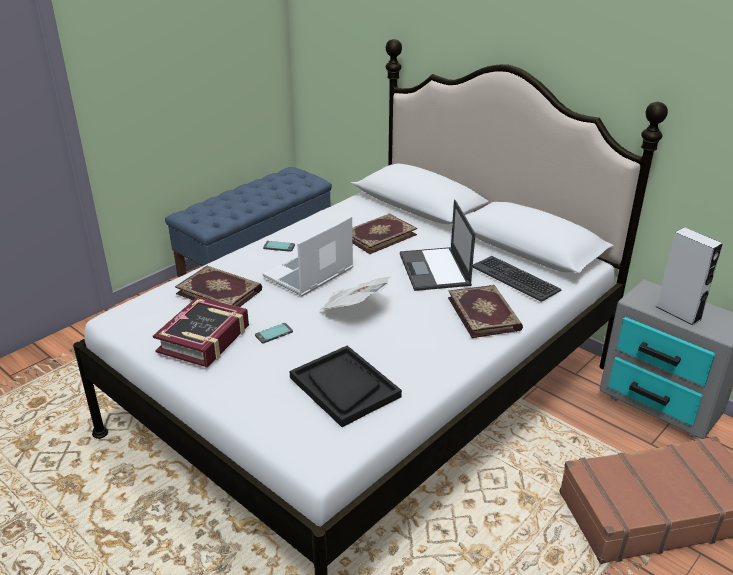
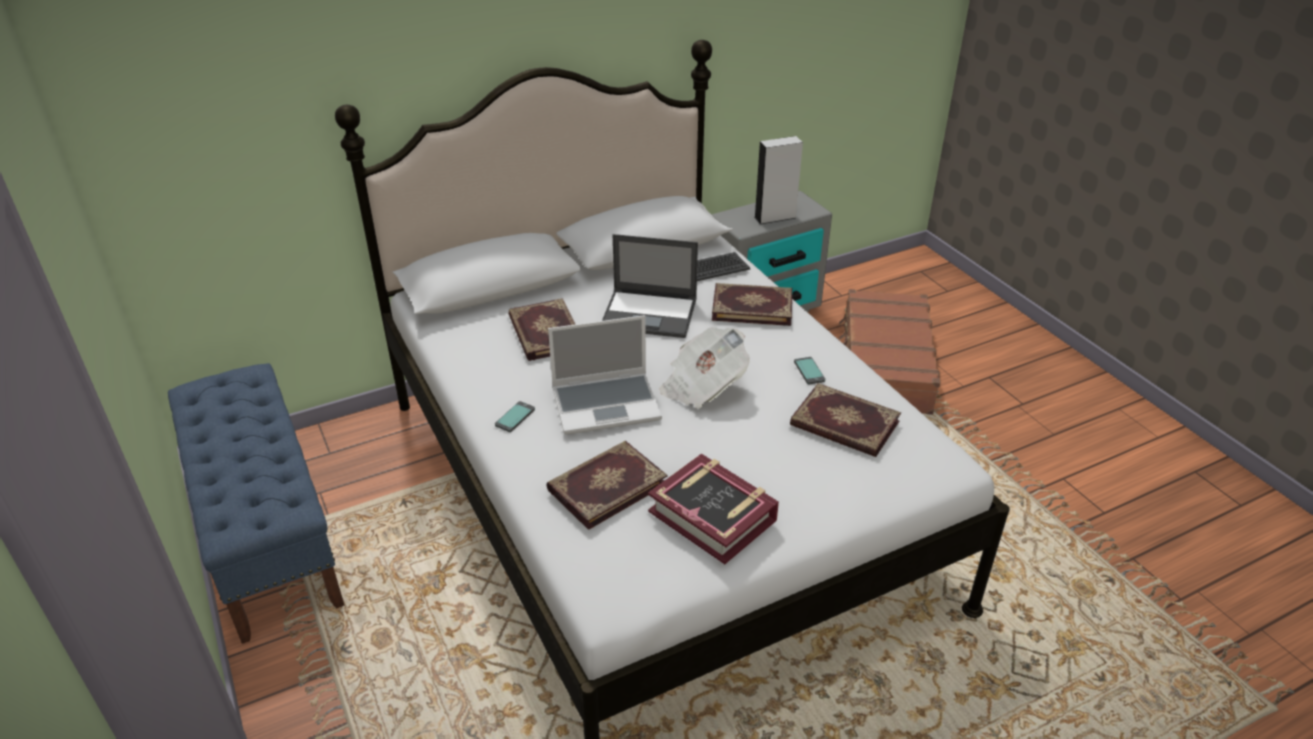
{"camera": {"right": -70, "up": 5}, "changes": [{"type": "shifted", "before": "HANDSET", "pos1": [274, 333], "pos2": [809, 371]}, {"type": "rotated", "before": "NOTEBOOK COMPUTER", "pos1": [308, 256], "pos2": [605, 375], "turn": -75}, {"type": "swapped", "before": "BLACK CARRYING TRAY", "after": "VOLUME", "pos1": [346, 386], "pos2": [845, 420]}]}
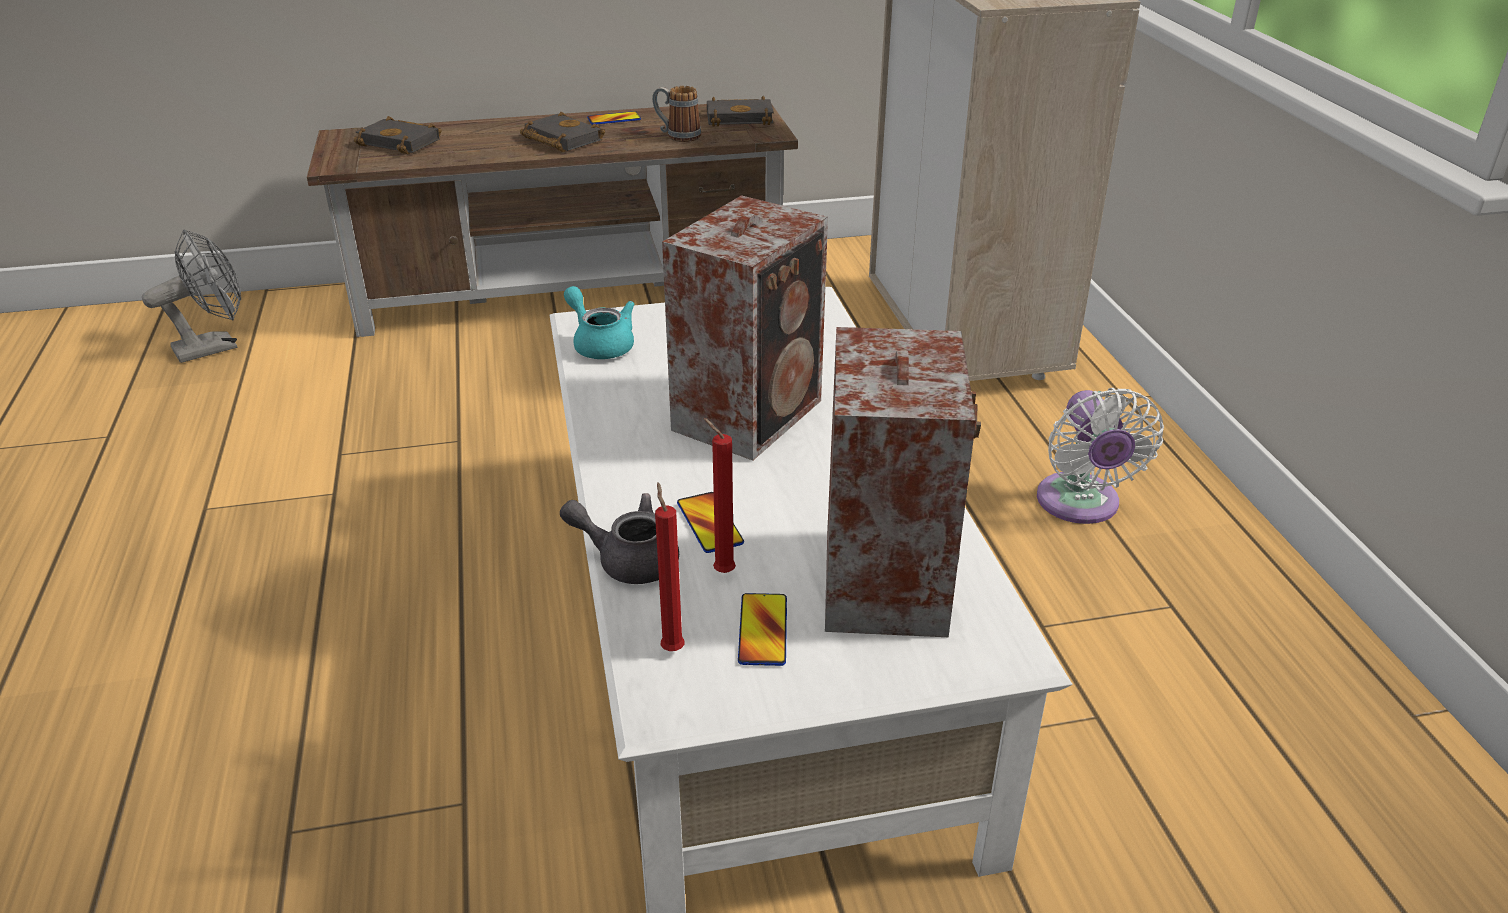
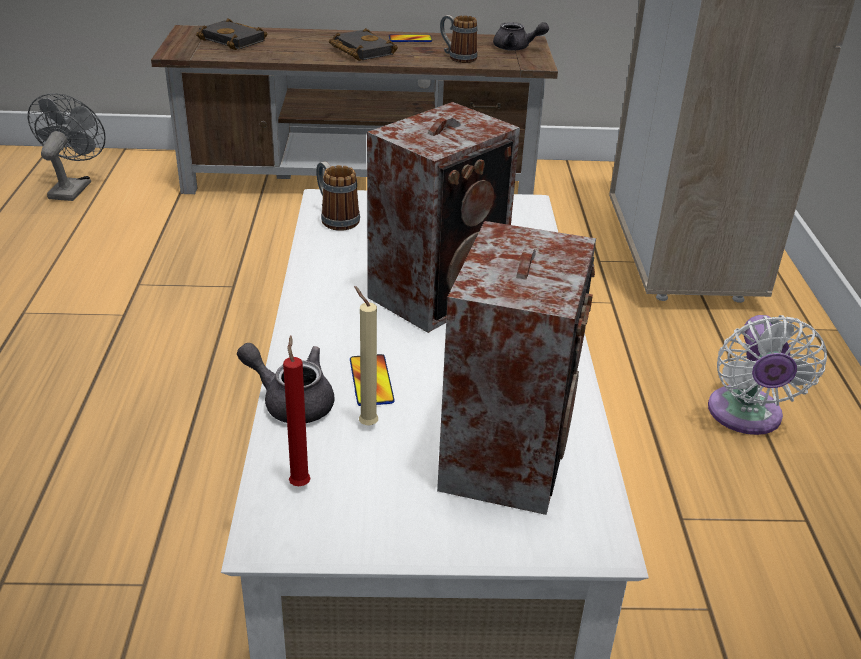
{"camera": {"right": 10, "up": 0}, "changes": [{"type": "rotated", "before": "GREYISH FAN", "pos1": [191, 296], "pos2": [67, 147], "turn": -60}, {"type": "swapped", "before": "TURQUOISE TEAPOT", "after": "MUG", "pos1": [599, 322], "pos2": [338, 196]}, {"type": "repainted", "before": "RED CANDLE", "after": "SAND-COLOURED CANDLE", "pos1": [719, 495], "pos2": [366, 356]}, {"type": "swapped", "before": "BLACK VOLUME", "after": "GREYISH TEAPOT", "pos1": [740, 111], "pos2": [521, 36]}, {"type": "gone", "before": "HANDSET", "pos1": [762, 629]}]}
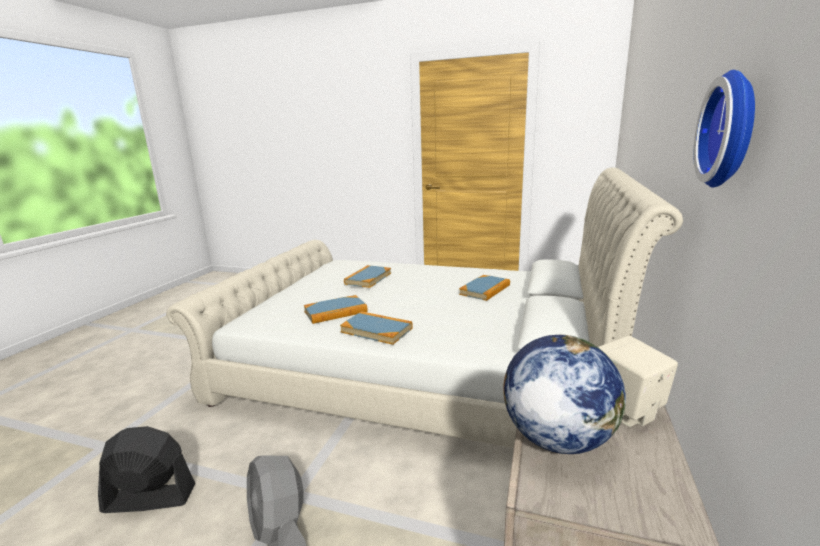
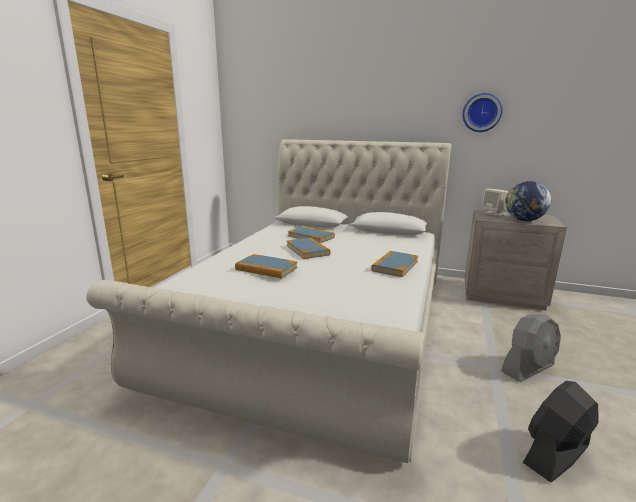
{"camera": {"right": -90, "up": 0}, "changes": [{"type": "rotated", "before": "BLACK FAN", "pos1": [146, 469], "pos2": [561, 431], "turn": 60}, {"type": "shifted", "before": "VOLUME", "pos1": [336, 309], "pos2": [309, 248]}]}
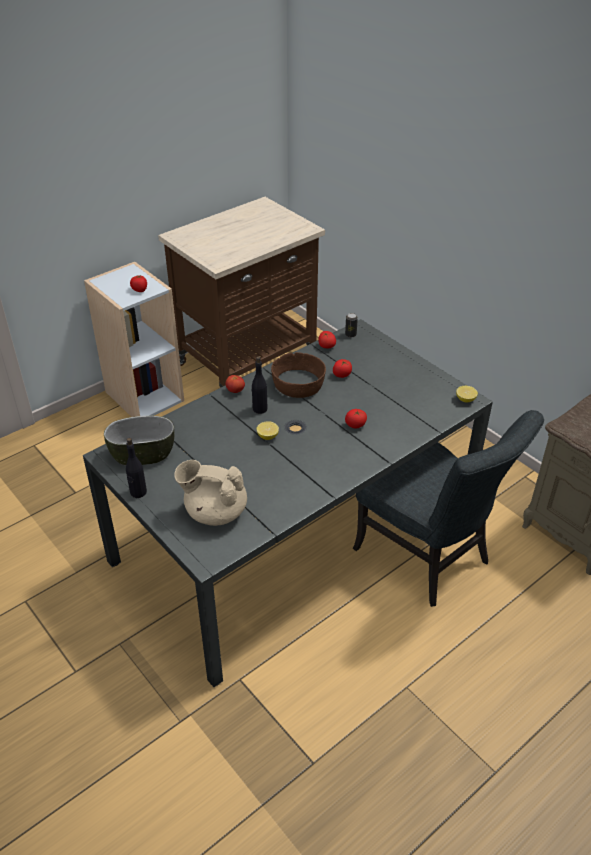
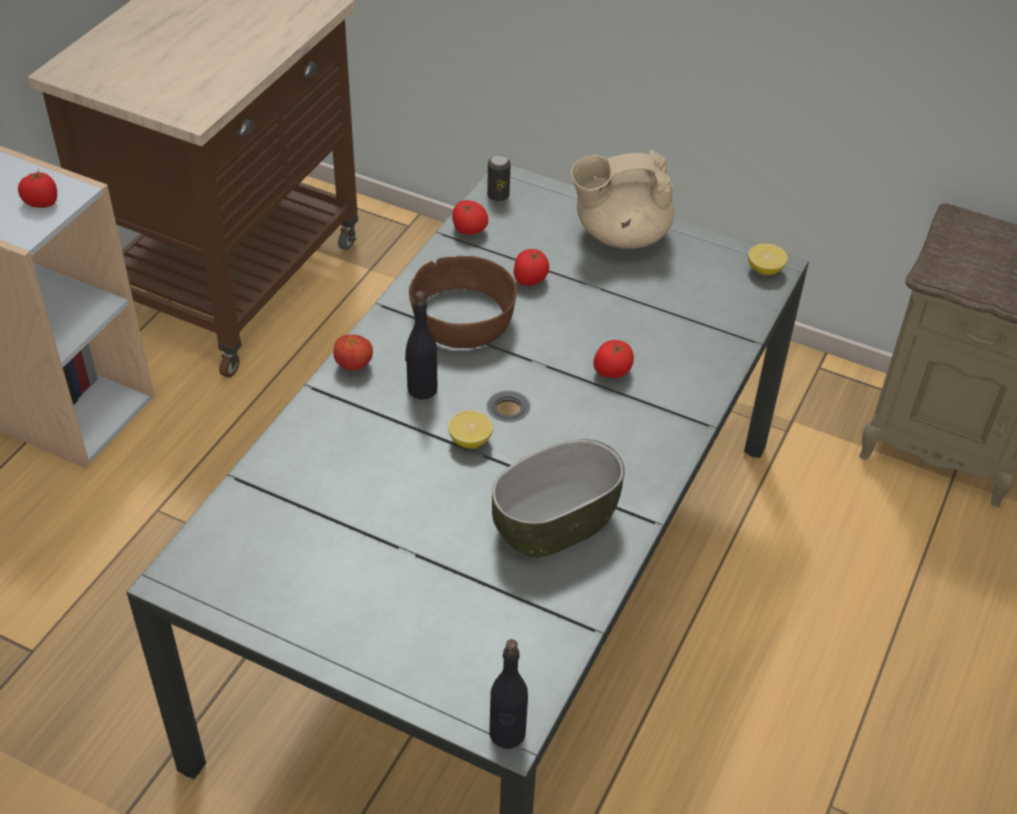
{"camera": {"right": -25, "up": 5}, "changes": [{"type": "shifted", "before": "SERVING BOWL", "pos1": [139, 440], "pos2": [558, 498]}, {"type": "shifted", "before": "BLACK DRINK BOTTLE", "pos1": [136, 468], "pos2": [508, 694]}, {"type": "shifted", "before": "SAND-COLOURED TEAPOT", "pos1": [210, 493], "pos2": [622, 199]}, {"type": "gone", "before": "GREYISH PLAIN CHAIR", "pos1": [448, 508]}]}
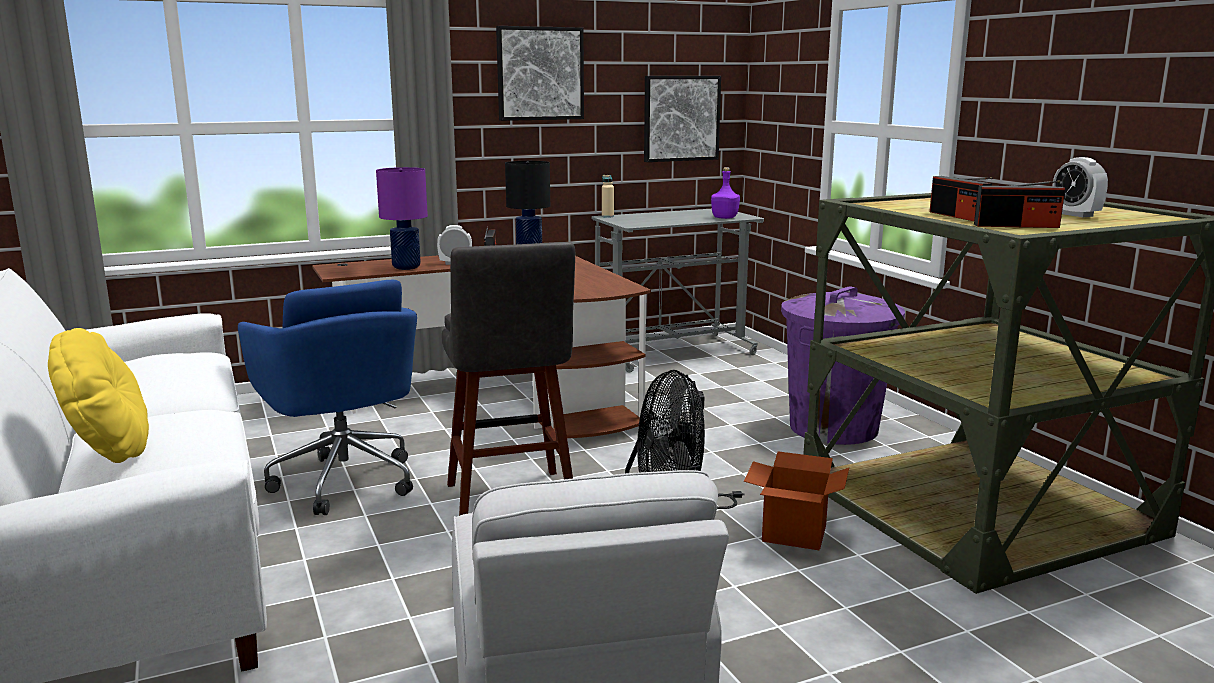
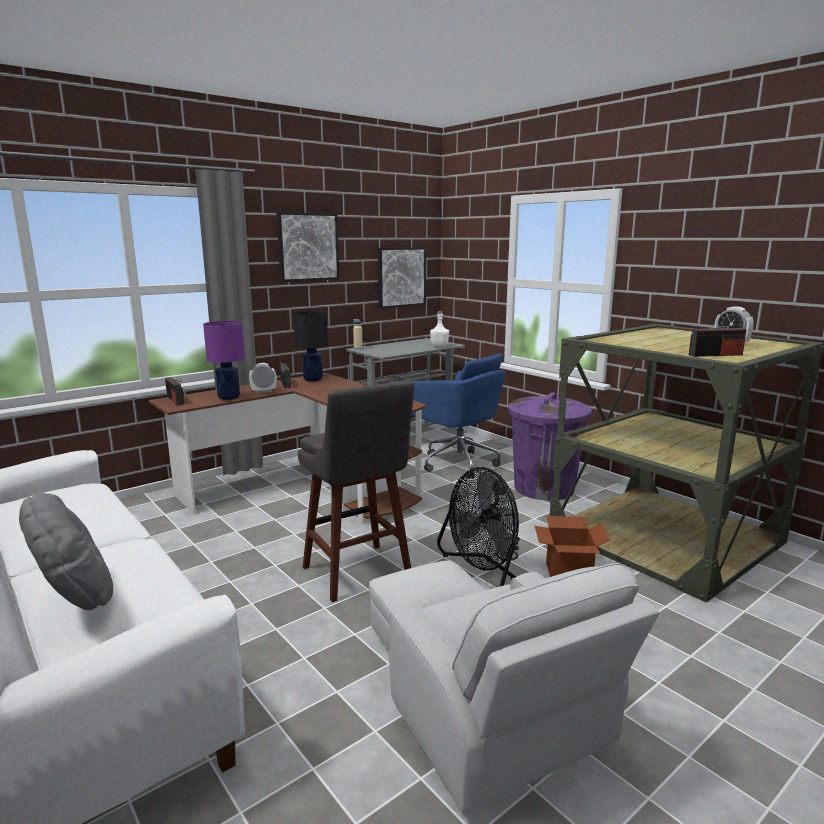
{"camera": {"right": -15, "up": 0}, "changes": [{"type": "repainted", "before": "YELLOW-COLOURED CUSHION", "after": "GREYISH CUSHION", "pos1": [98, 395], "pos2": [66, 551]}, {"type": "shifted", "before": "BLUE-COLOURED OFFICE CHAIR", "pos1": [327, 397], "pos2": [459, 416]}, {"type": "repainted", "before": "PURPLISH DRINK BOTTLE", "after": "WHITE DRINK BOTTLE", "pos1": [725, 193], "pos2": [439, 329]}, {"type": "shifted", "before": "RADIO RECEIVER", "pos1": [962, 198], "pos2": [174, 391]}]}
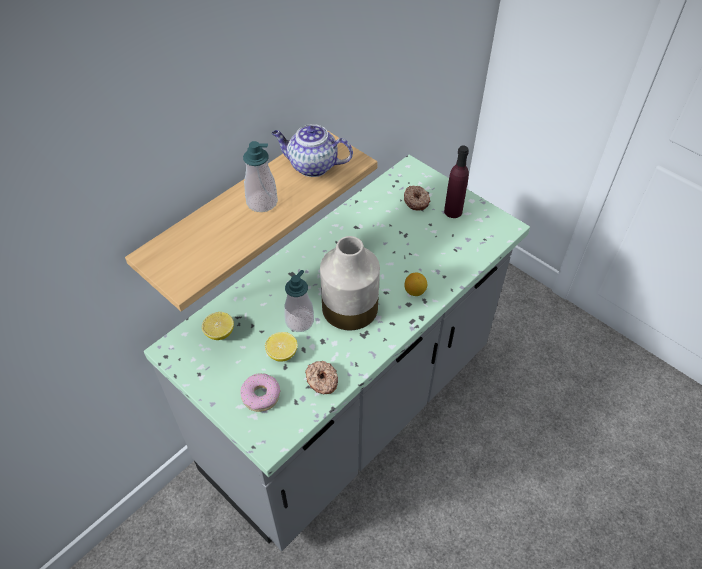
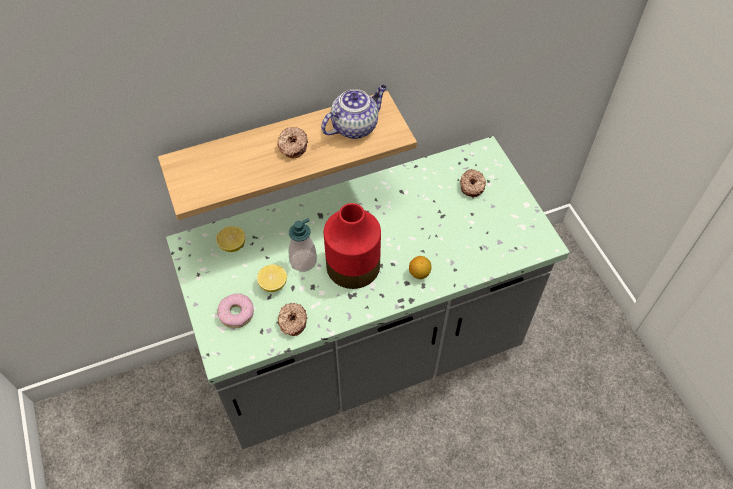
{"camera": {"right": 25, "up": 5}, "changes": [{"type": "swapped", "before": "LIQUID SOAP BOTTLE", "after": "RING DOUGHNUT", "pos1": [260, 176], "pos2": [293, 143]}, {"type": "rotated", "before": "TEAPOT", "pos1": [312, 150], "pos2": [354, 112], "turn": 105}, {"type": "repainted", "before": "SAND-COLOURED DECORATIVE VASE", "after": "RED DECORATIVE VASE", "pos1": [350, 283], "pos2": [352, 246]}, {"type": "gone", "before": "PURPLISH DRINK BOTTLE", "pos1": [456, 182]}]}
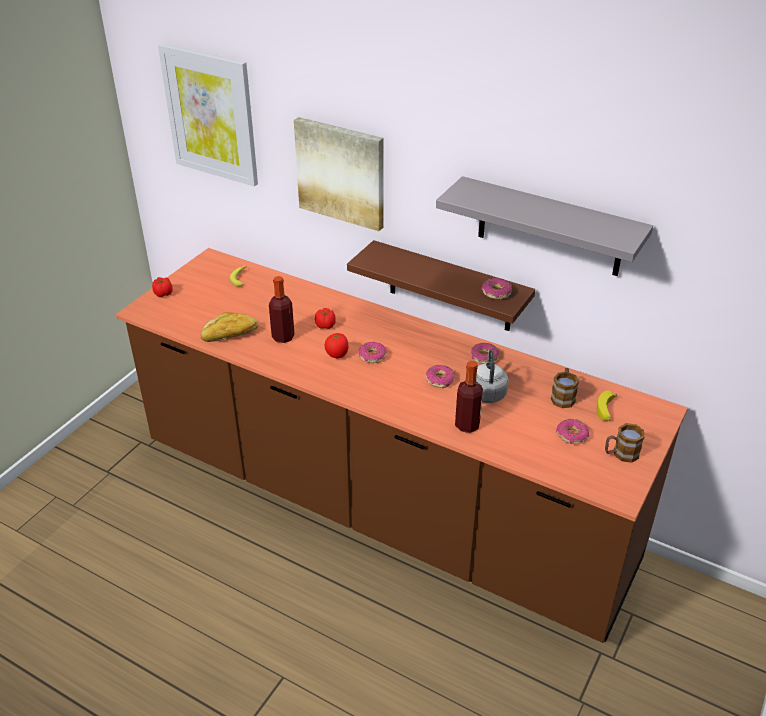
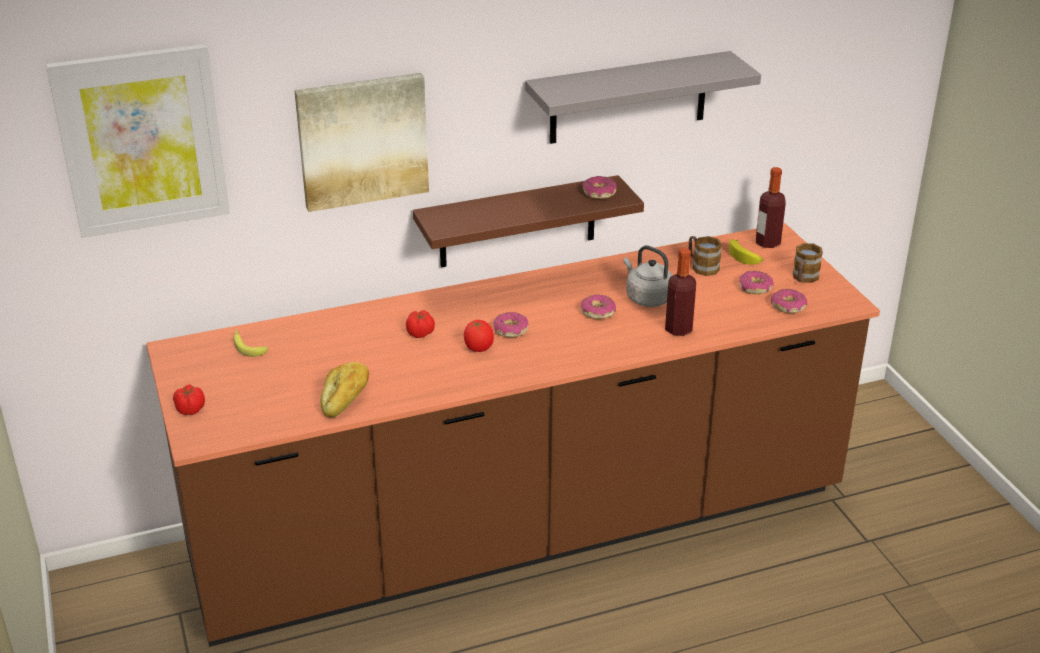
{"camera": {"right": -50, "up": -5}, "changes": [{"type": "shifted", "before": "DRINK BOTTLE", "pos1": [282, 309], "pos2": [771, 207]}, {"type": "shifted", "before": "RING DOUGHNUT", "pos1": [485, 353], "pos2": [789, 301]}]}
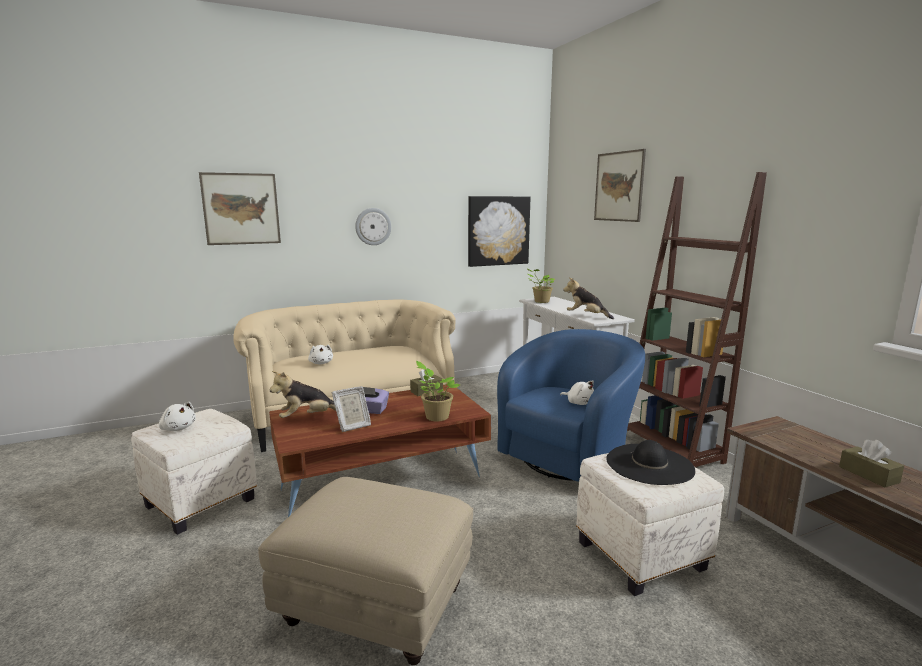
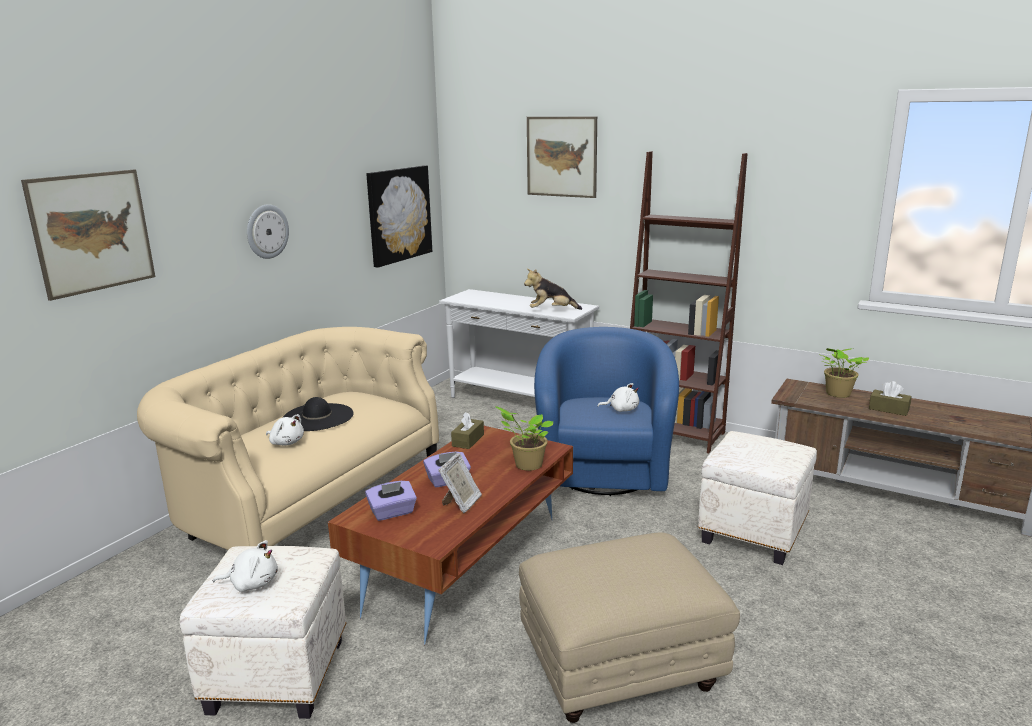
{"camera": {"right": -35, "up": 5}, "changes": [{"type": "swapped", "before": "PLUSH TOY", "after": "PURPLISH BOX OF TISSUES", "pos1": [303, 394], "pos2": [391, 501]}, {"type": "shifted", "before": "PLANT IN A POT", "pos1": [540, 285], "pos2": [845, 373]}, {"type": "shifted", "before": "BLACK WEARABLE HAT", "pos1": [650, 462], "pos2": [318, 414]}]}
